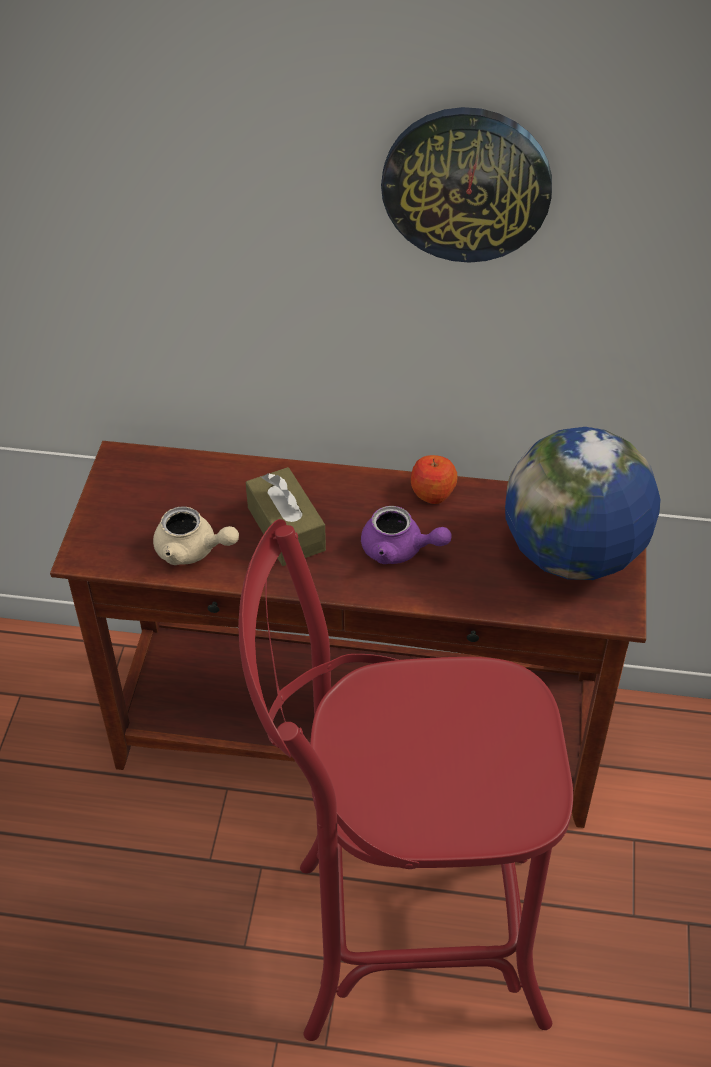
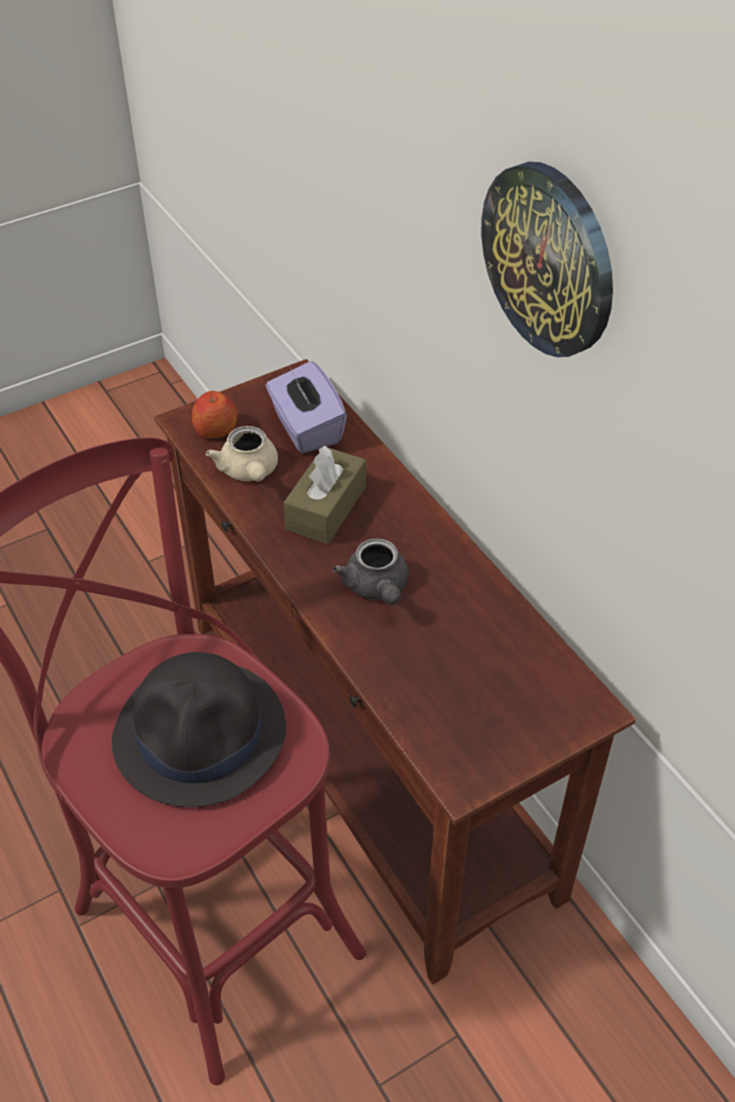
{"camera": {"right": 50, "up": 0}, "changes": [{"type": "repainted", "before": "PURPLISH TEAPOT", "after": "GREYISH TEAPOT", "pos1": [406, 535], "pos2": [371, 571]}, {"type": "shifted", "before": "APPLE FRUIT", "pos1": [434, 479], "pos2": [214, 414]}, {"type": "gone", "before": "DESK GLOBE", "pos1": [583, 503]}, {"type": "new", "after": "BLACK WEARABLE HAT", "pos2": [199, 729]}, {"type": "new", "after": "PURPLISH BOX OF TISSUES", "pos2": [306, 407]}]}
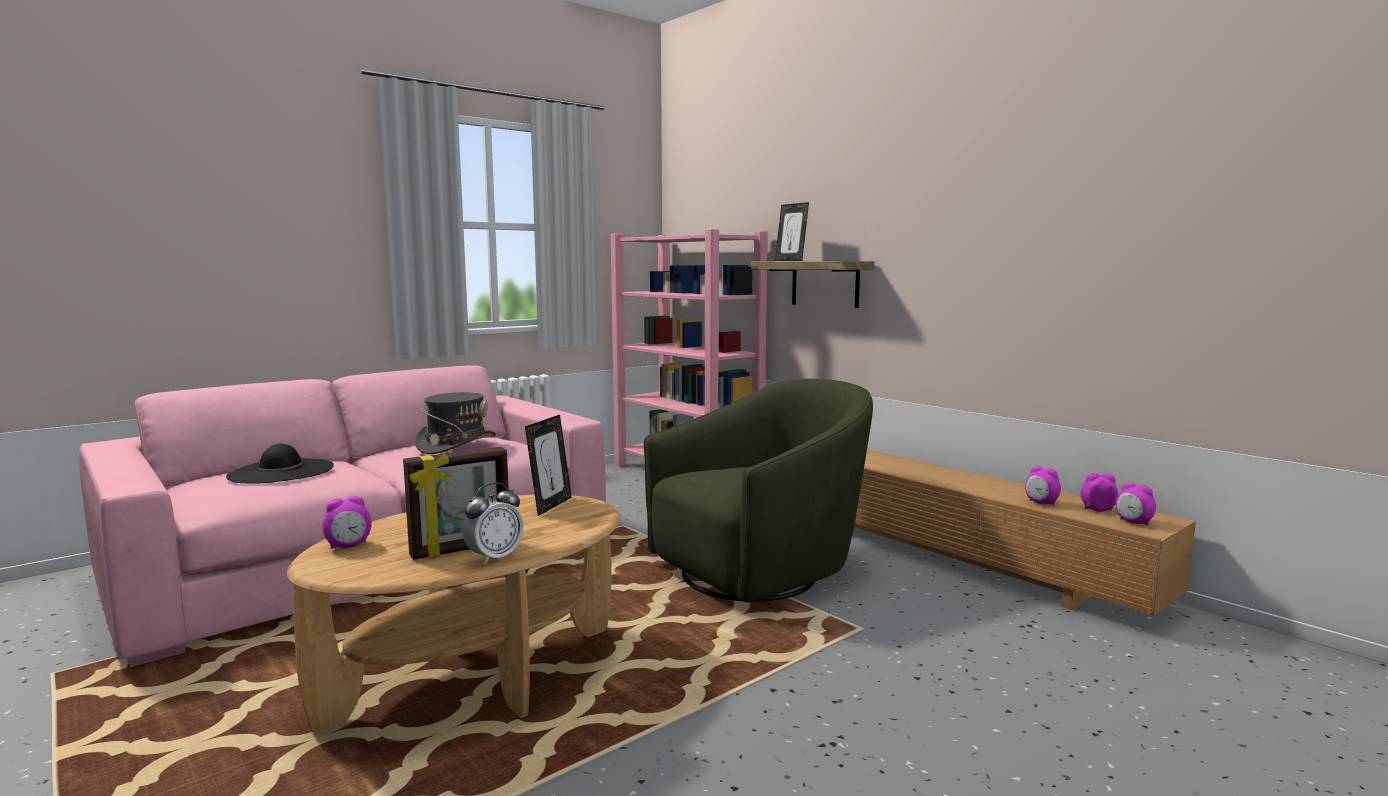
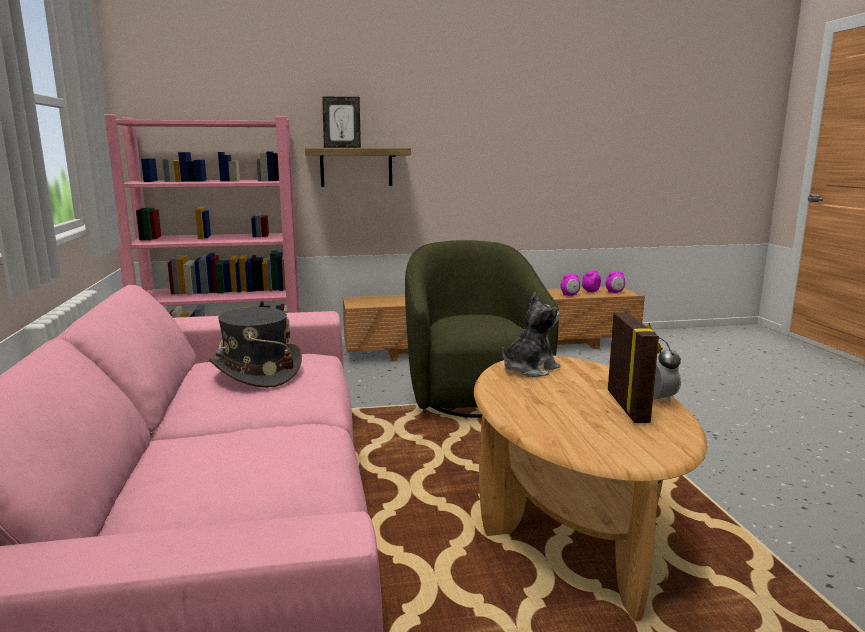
{"camera": {"right": -60, "up": 5}, "changes": [{"type": "gone", "before": "BLACK WEARABLE HAT", "pos1": [280, 464]}, {"type": "gone", "before": "TABLE CLOCK", "pos1": [347, 522]}, {"type": "swapped", "before": "PICTURE FRAME", "after": "PLUSH TOY", "pos1": [548, 465], "pos2": [531, 334]}]}
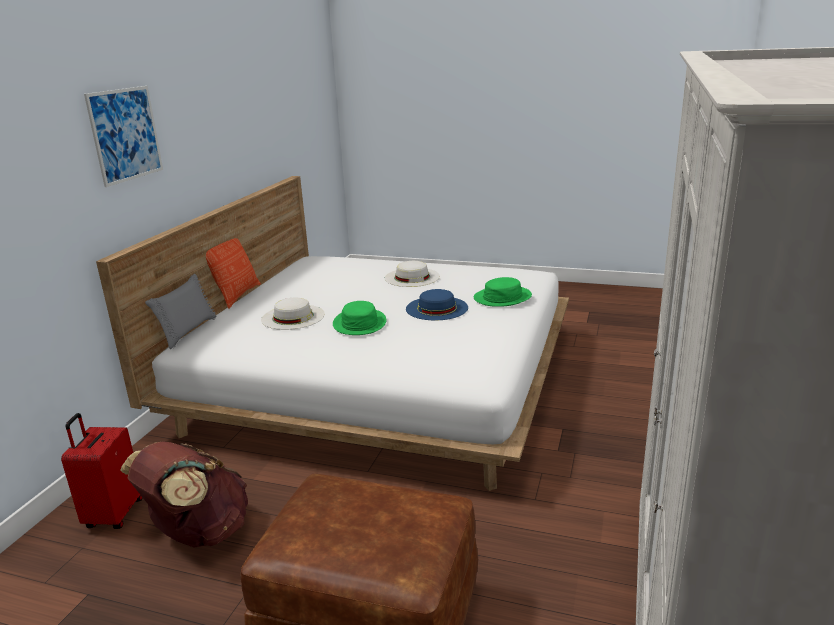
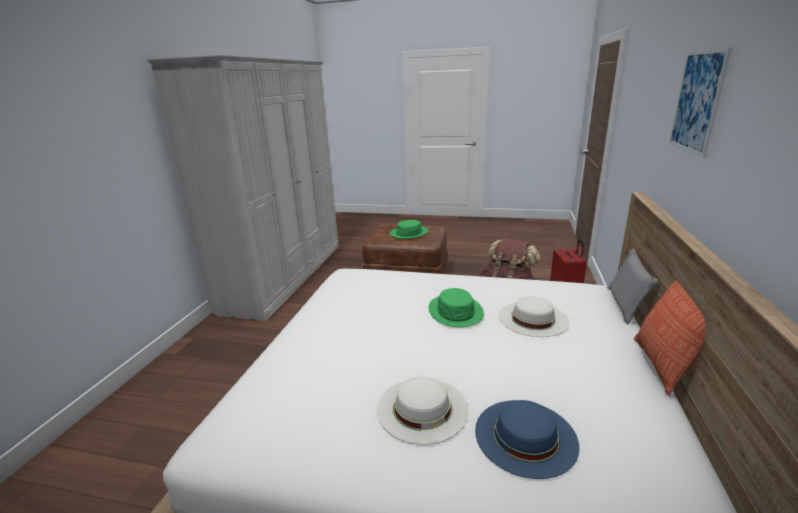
{"camera": {"right": 175, "up": 0}, "changes": [{"type": "shifted", "before": "BLUE-COLOURED WEARABLE HAT", "pos1": [437, 304], "pos2": [527, 439]}, {"type": "shifted", "before": "GREEN-COLOURED WEARABLE HAT", "pos1": [503, 292], "pos2": [409, 229]}]}
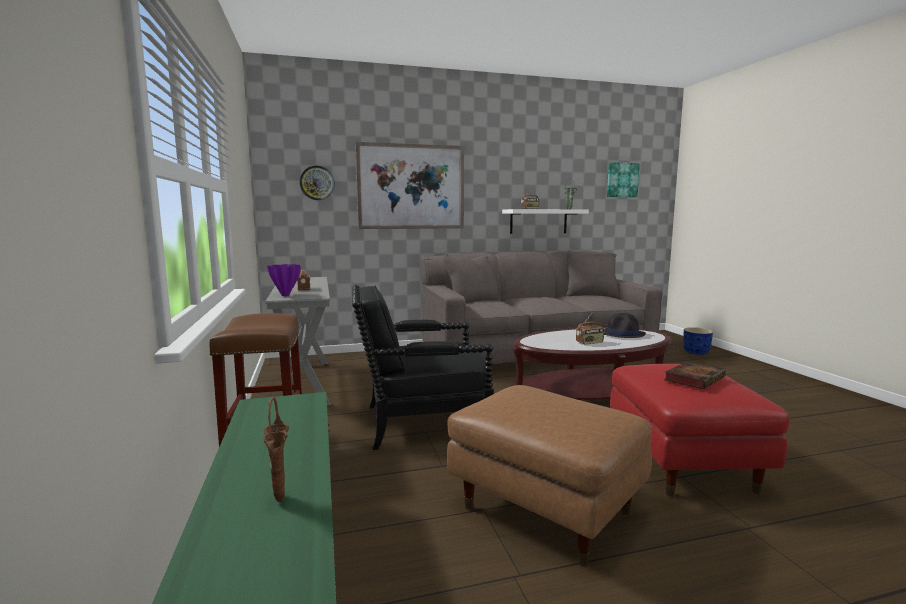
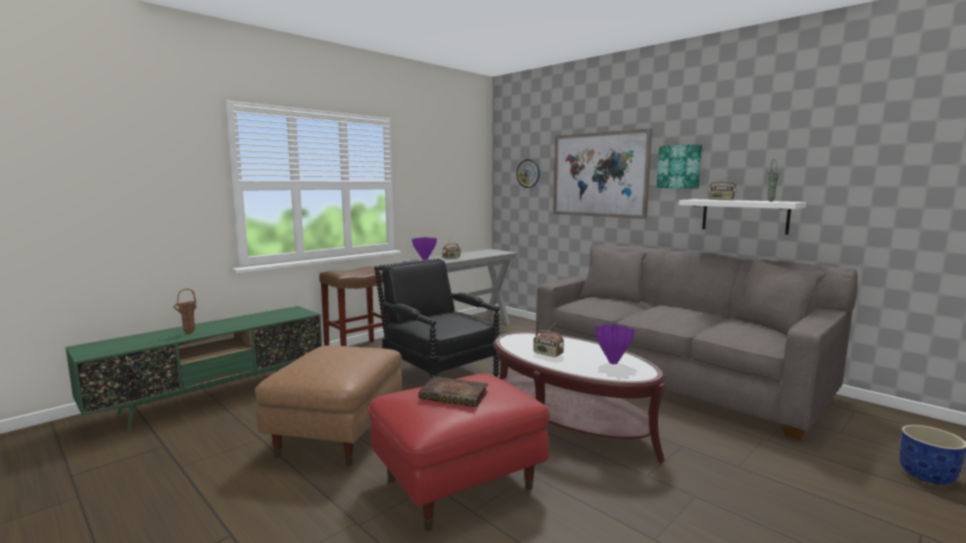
{"camera": {"right": 60, "up": 0}, "changes": [{"type": "swapped", "before": "BLACK WEARABLE HAT", "after": "PURPLISH DECORATIVE VASE", "pos1": [625, 325], "pos2": [615, 344]}, {"type": "shifted", "before": "WALL ART", "pos1": [623, 179], "pos2": [679, 166]}]}
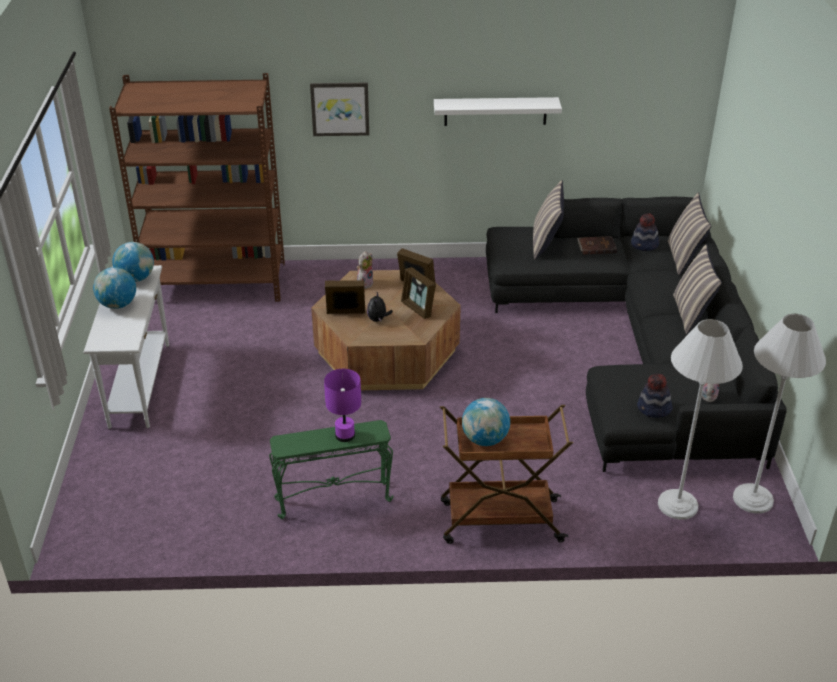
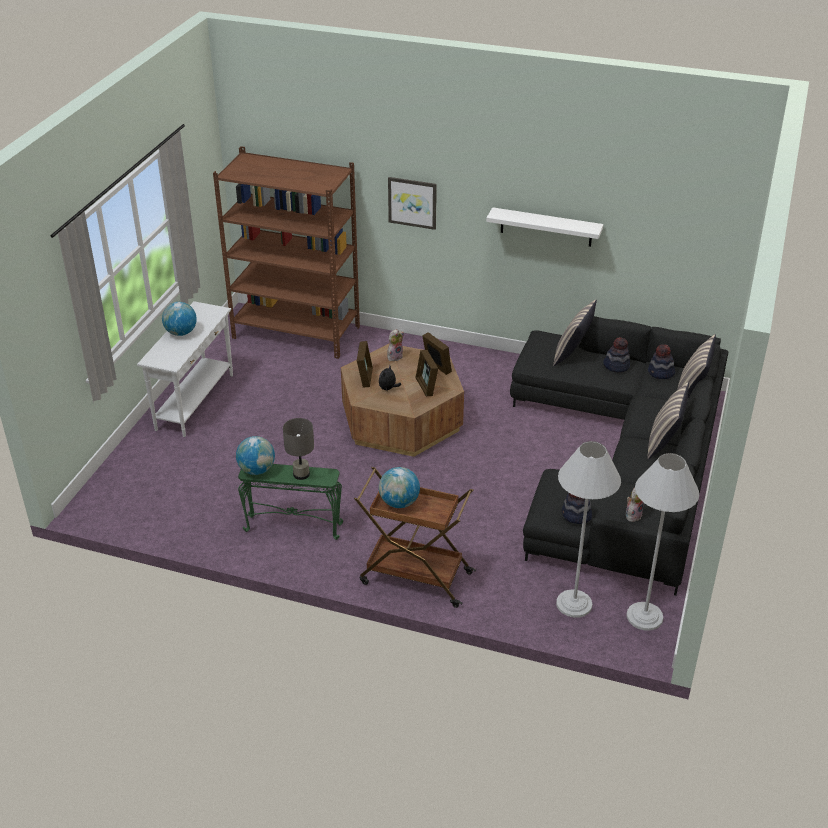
{"camera": {"right": 20, "up": 0}, "changes": [{"type": "shifted", "before": "DESK GLOBE", "pos1": [133, 262], "pos2": [255, 455]}, {"type": "repainted", "before": "PURPLISH TABLETOP LAMP", "after": "GREYISH TABLETOP LAMP", "pos1": [342, 405], "pos2": [298, 449]}, {"type": "rotated", "before": "PICTURE FRAME", "pos1": [345, 297], "pos2": [365, 364], "turn": 75}, {"type": "swapped", "before": "BROWN VOLUME", "after": "WEARABLE HAT", "pos1": [597, 245], "pos2": [616, 354]}]}
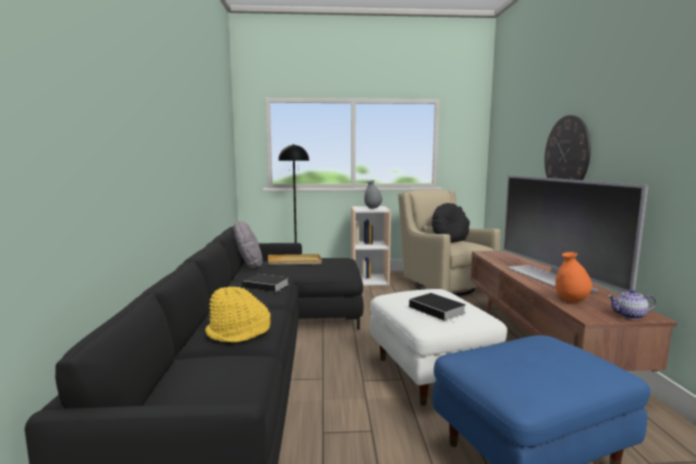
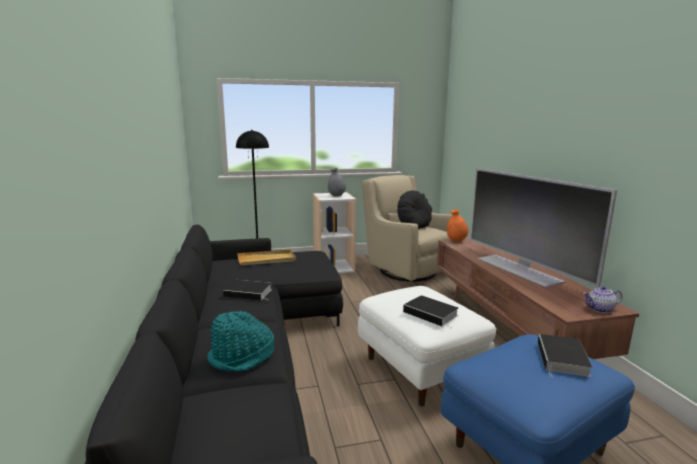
{"camera": {"right": -10, "up": 5}, "changes": [{"type": "repainted", "before": "YELLOW-COLOURED WEARABLE HAT", "after": "TURQUOISE WEARABLE HAT", "pos1": [237, 315], "pos2": [241, 341]}, {"type": "gone", "before": "GREYISH CUSHION", "pos1": [247, 245]}, {"type": "gone", "before": "CLOCK ON THE WALL", "pos1": [567, 147]}, {"type": "shifted", "before": "ORANGEY DECORATIVE VASE", "pos1": [573, 277], "pos2": [457, 226]}, {"type": "new", "after": "VOLUME", "pos2": [565, 355]}]}
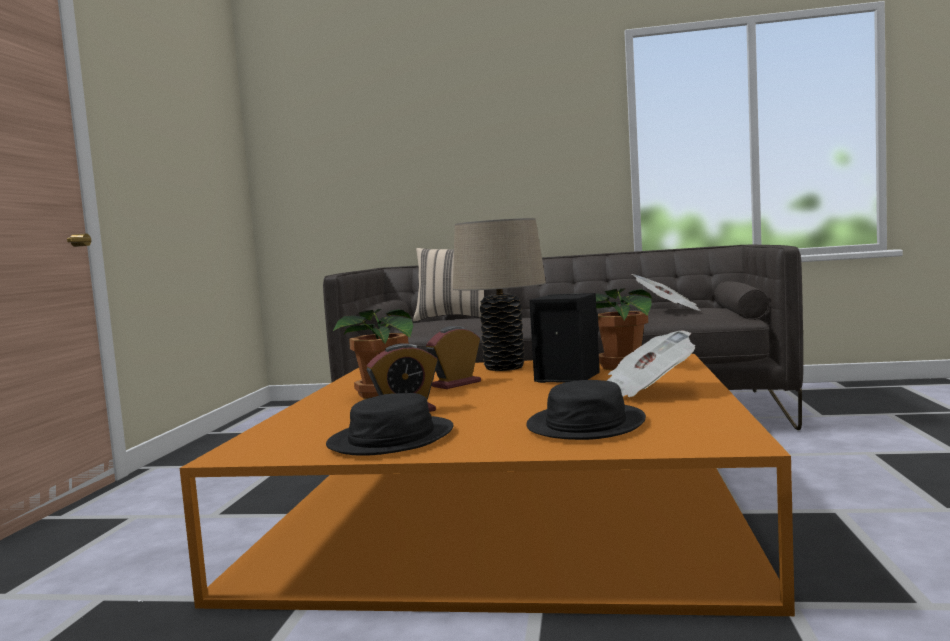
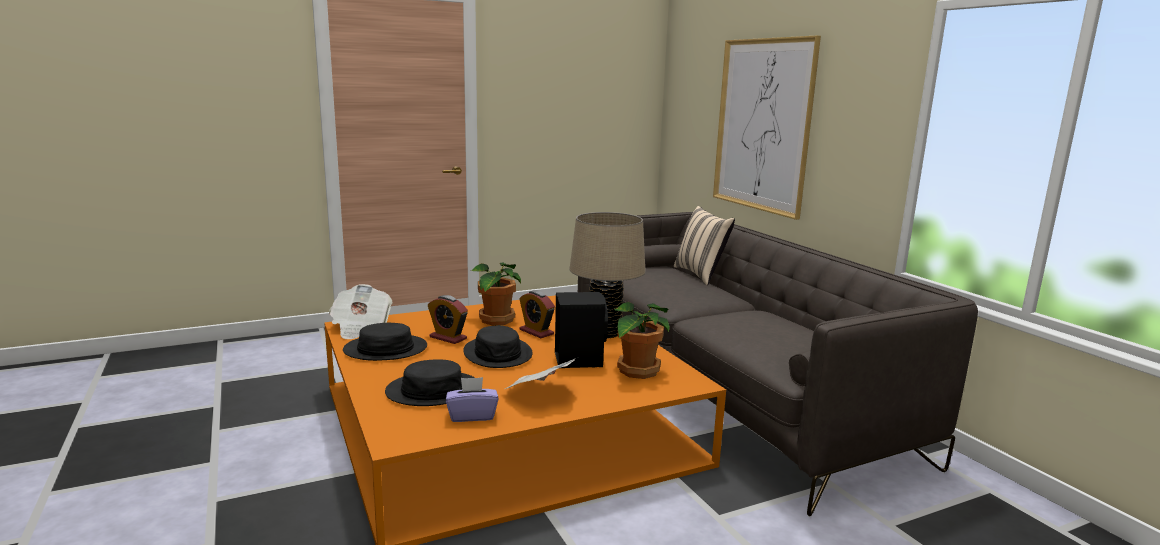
{"camera": {"right": 55, "up": 10}, "changes": [{"type": "rotated", "before": "TABLE CLOCK", "pos1": [453, 357], "pos2": [537, 314], "turn": -150}, {"type": "shifted", "before": "NEWSPAPER", "pos1": [667, 293], "pos2": [361, 311]}, {"type": "new", "after": "PURPLISH BOX OF TISSUES", "pos2": [472, 399]}, {"type": "new", "after": "BLACK WEARABLE HAT", "pos2": [498, 346]}, {"type": "new", "after": "WALL ART", "pos2": [767, 128]}]}
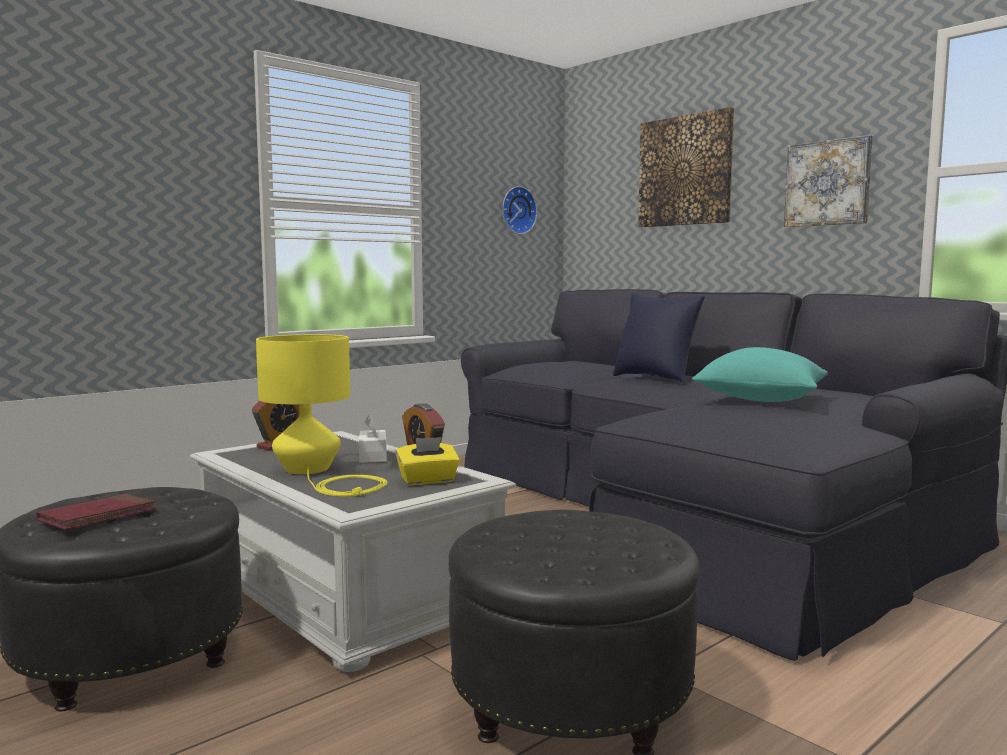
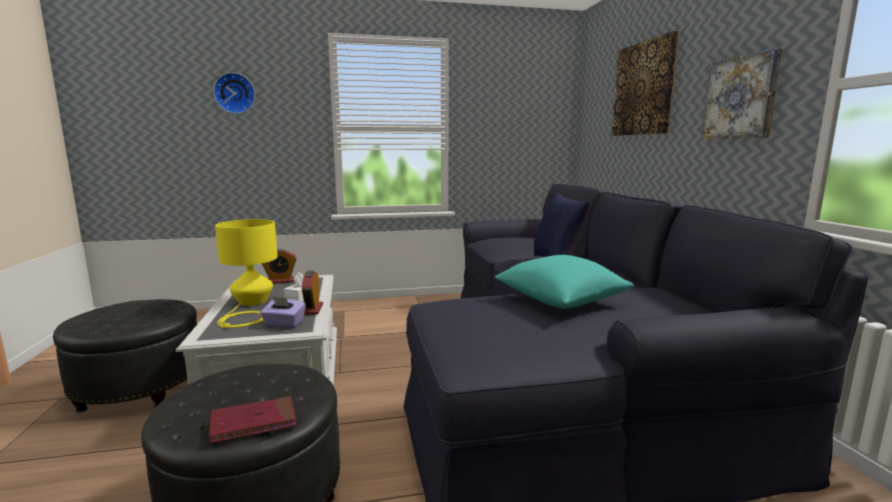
{"camera": {"right": 30, "up": 5}, "changes": [{"type": "shifted", "before": "RED VOLUME", "pos1": [96, 511], "pos2": [253, 419]}, {"type": "repainted", "before": "YELLOW-COLOURED BOX OF TISSUES", "after": "PURPLISH BOX OF TISSUES", "pos1": [427, 461], "pos2": [283, 312]}, {"type": "shifted", "before": "CLOCK ON THE WALL", "pos1": [519, 210], "pos2": [234, 93]}]}
